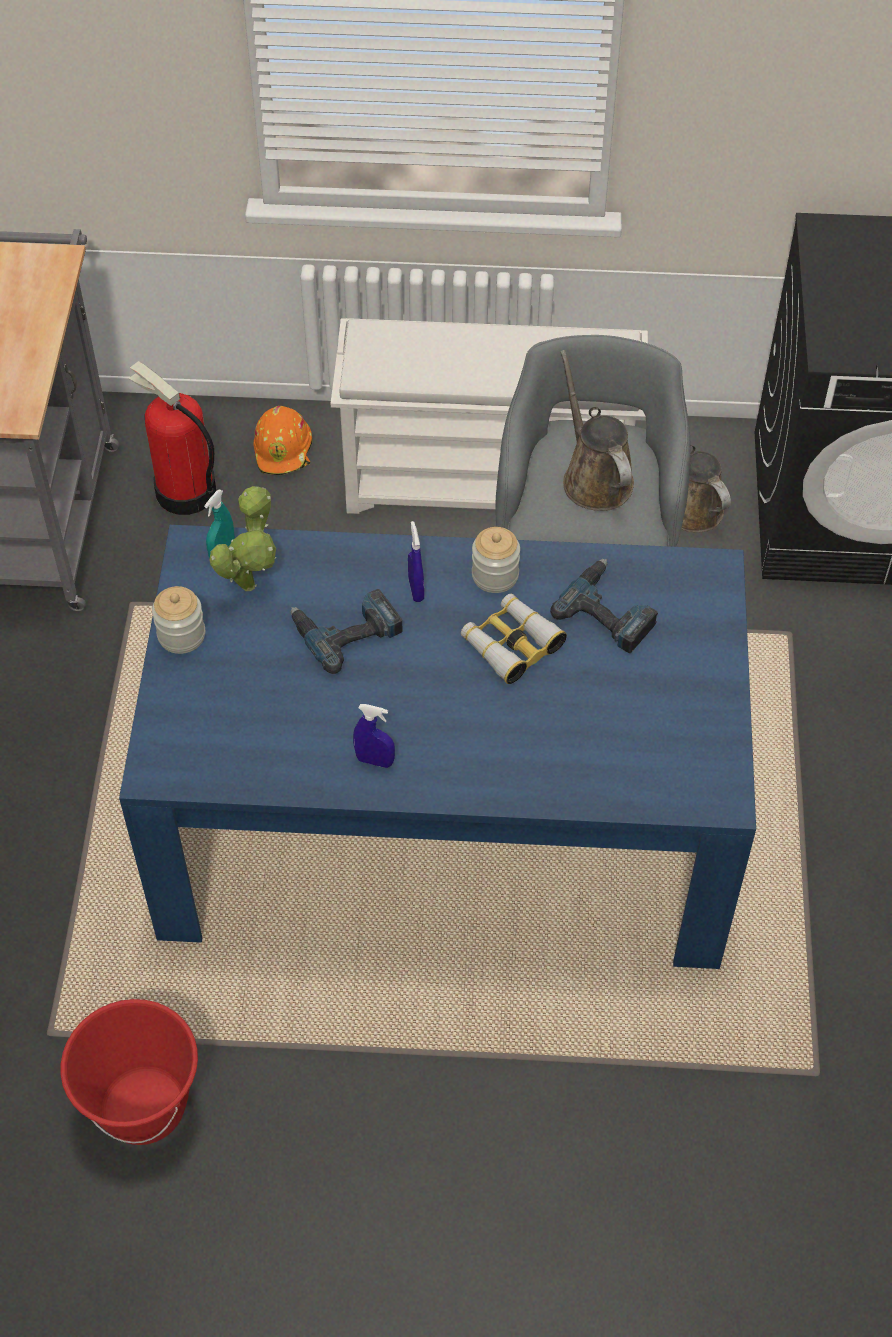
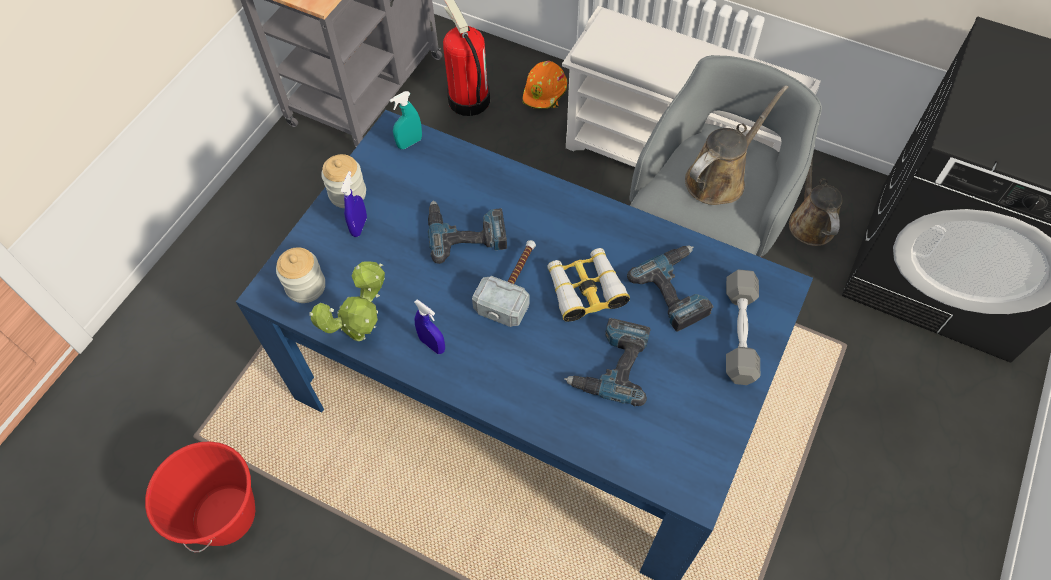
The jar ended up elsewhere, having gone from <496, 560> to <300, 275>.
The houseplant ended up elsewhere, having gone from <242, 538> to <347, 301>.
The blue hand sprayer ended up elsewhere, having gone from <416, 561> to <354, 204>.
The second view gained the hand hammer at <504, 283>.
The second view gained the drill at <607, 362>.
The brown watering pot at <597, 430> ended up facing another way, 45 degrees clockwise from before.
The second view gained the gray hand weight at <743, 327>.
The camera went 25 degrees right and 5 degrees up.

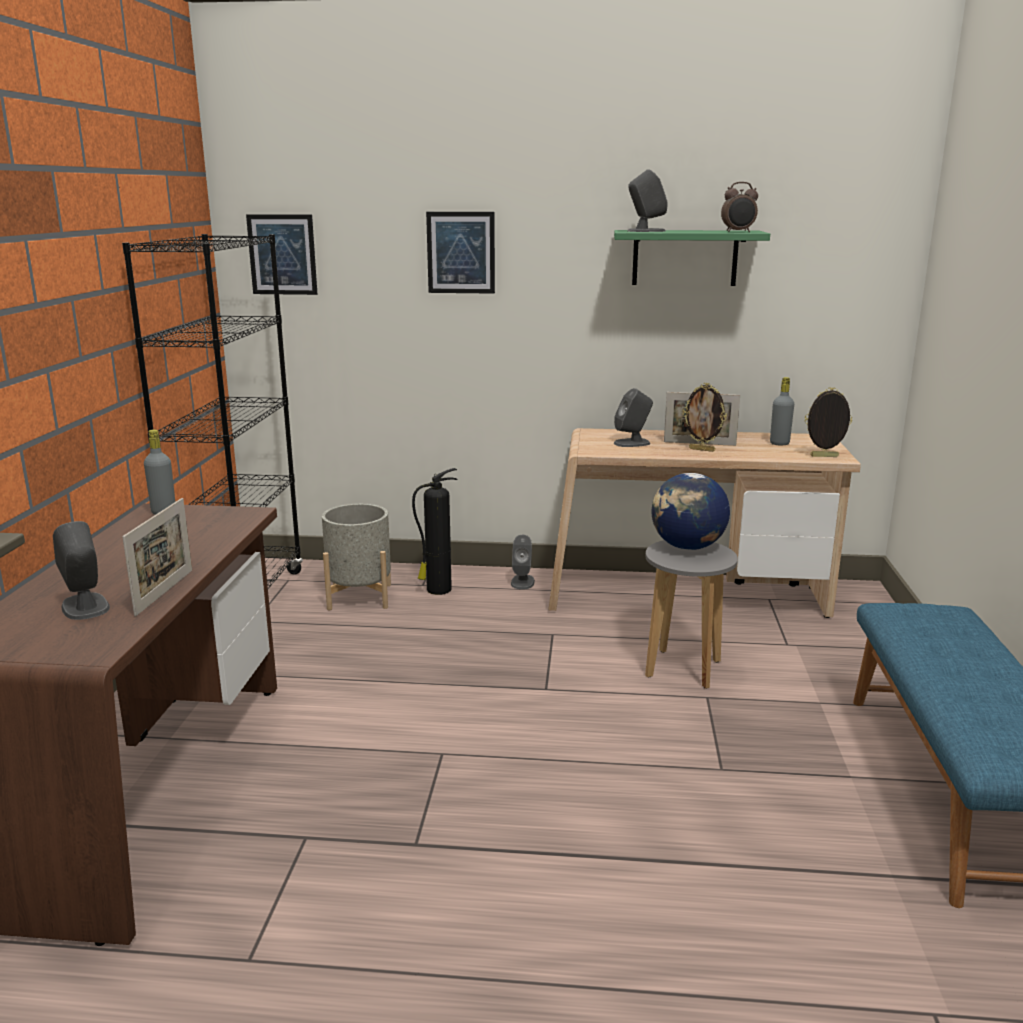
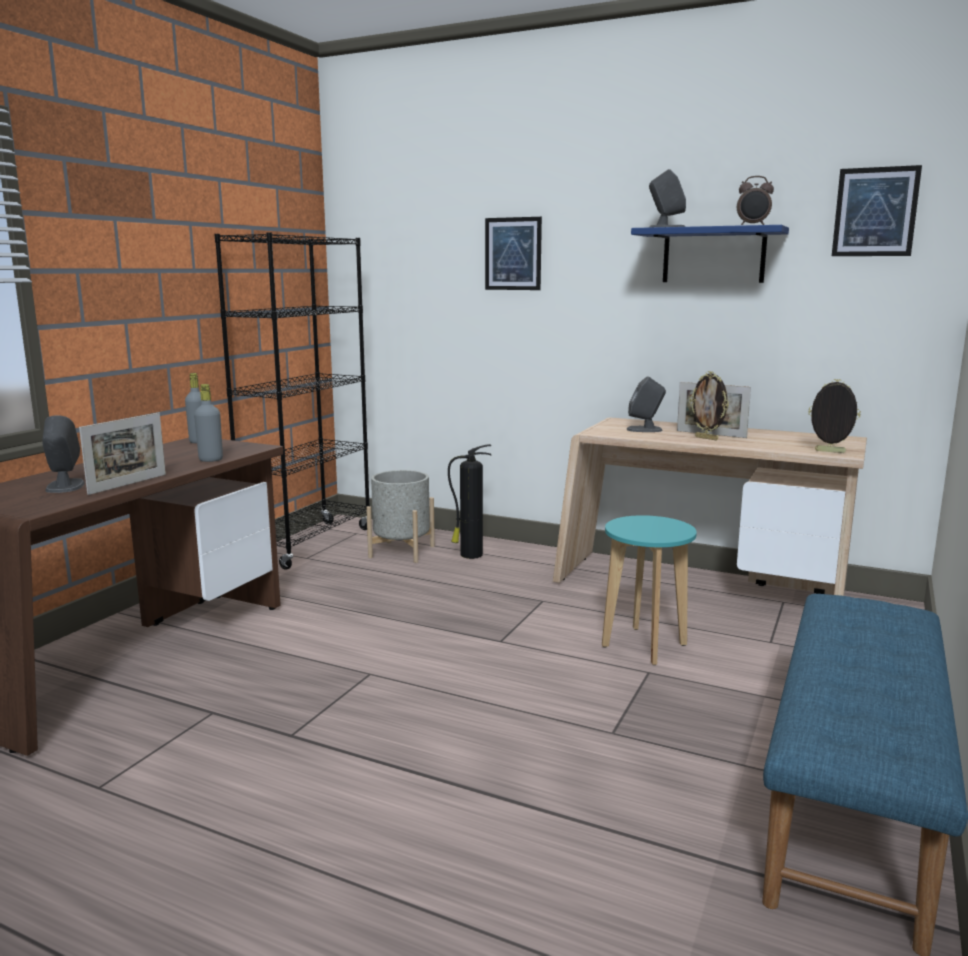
The gray drink bottle ended up elsewhere, having gone from <782, 411> to <208, 423>.
What was the gray stool at <691, 614> turned into the blue-green stool at <649, 590>.
What was the green-coloured bracket shelf at <692, 258> turned into the blue bracket shelf at <710, 254>.
The picture ended up elsewhere, having gone from <282, 254> to <877, 210>.
The second view lost the gray loudspeaker at <523, 562>.
The second view lost the world globe at <691, 511>.
The camera went 20 degrees right and 5 degrees down.

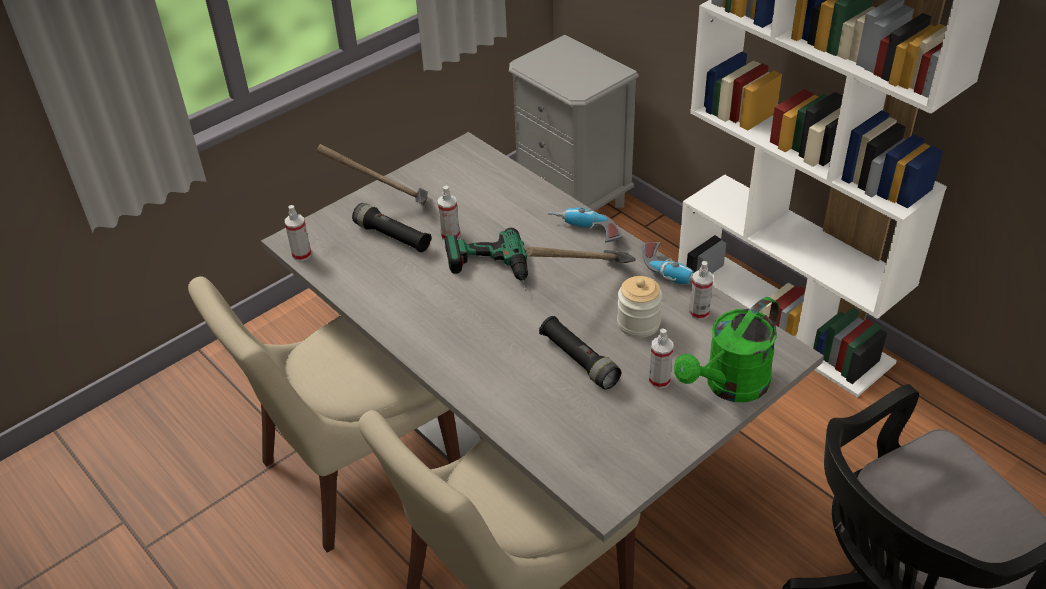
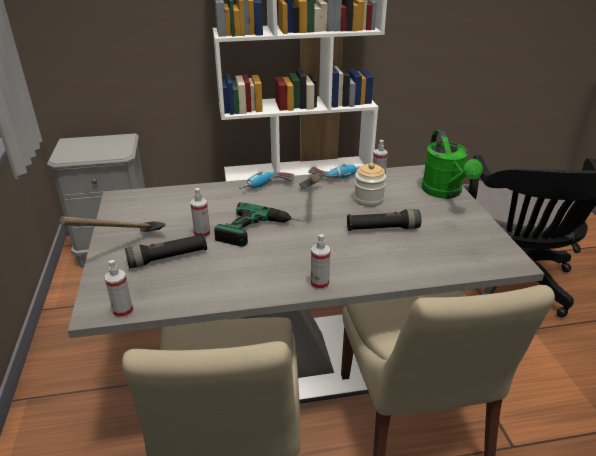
The hand sprayer ended up elsewhere, having gone from <661, 359> to <320, 262>.
The camera went 60 degrees left and 10 degrees down.

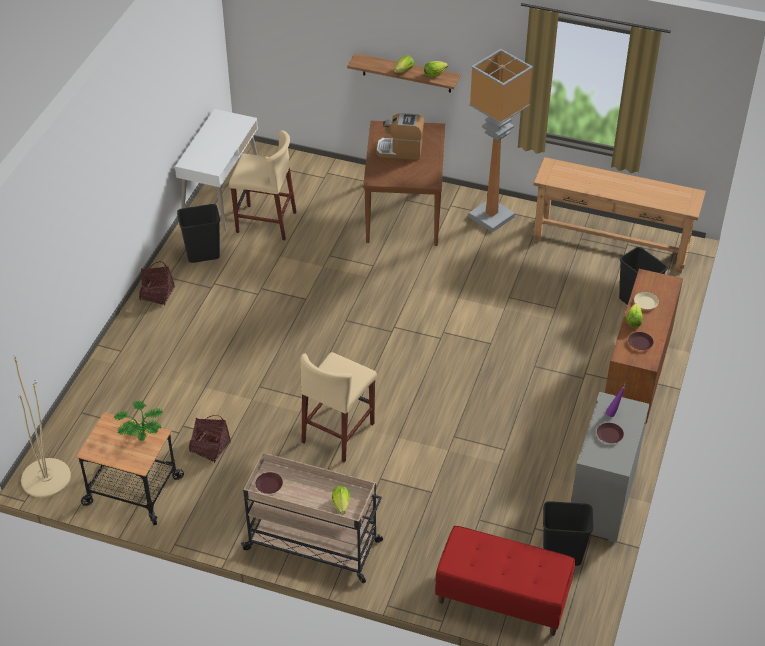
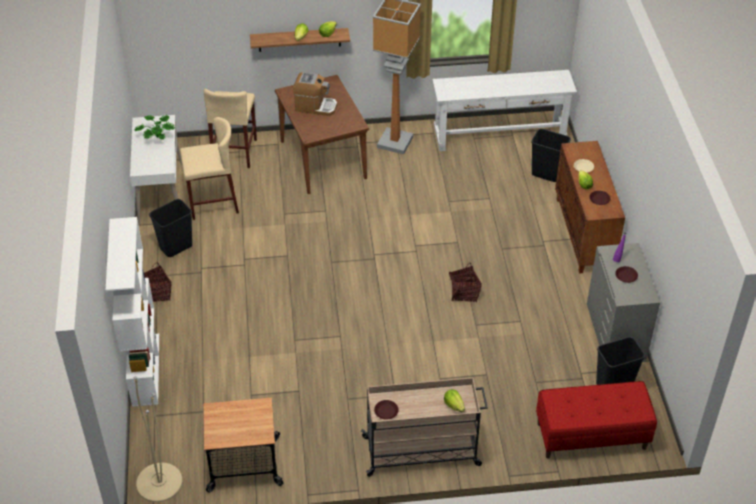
The second view gained the white-coloured bookcase at <132, 312>.
The houseplant ended up elsewhere, having gone from <139, 420> to <154, 127>.
The beige-coloured stool ended up elsewhere, having gone from <339, 407> to <230, 128>.
The coffee brewer at <400, 136> ended up facing another way, 150 degrees counterclockwise from before.
What was the brown hall table at <619, 215> turned into the white-coloured hall table at <504, 110>.
The storage basket ended up elsewhere, having gone from <209, 439> to <465, 282>.
The camera went 25 degrees left and 0 degrees up.

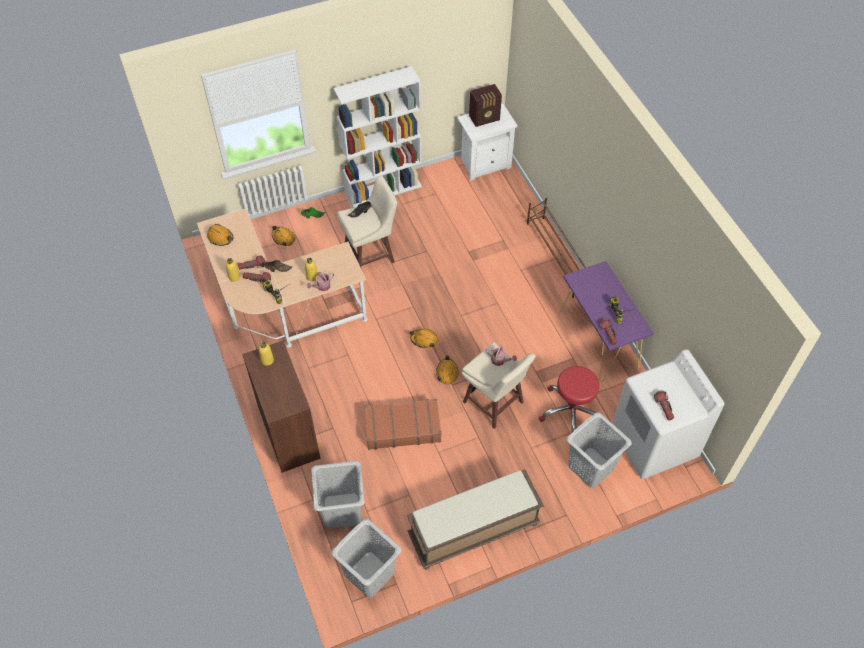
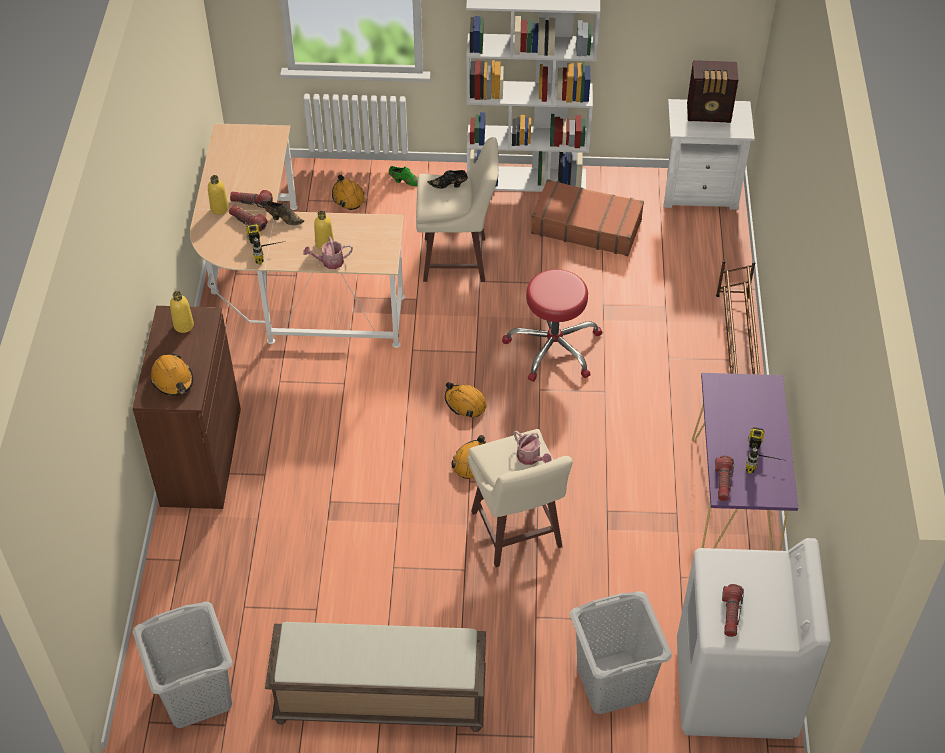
The orangey hard hat ended up elsewhere, having gone from <220, 235> to <172, 375>.
The reddish stool ended up elsewhere, having gone from <569, 399> to <552, 325>.
The brown suitcase ended up elsewhere, having gone from <402, 424> to <587, 217>.
The second view lost the gray hamper at <337, 495>.
The camera went 25 degrees right and 5 degrees down.

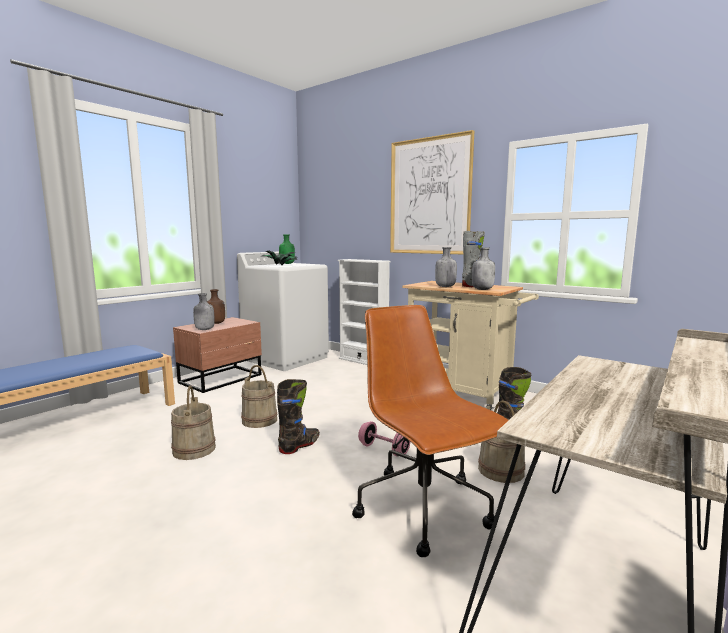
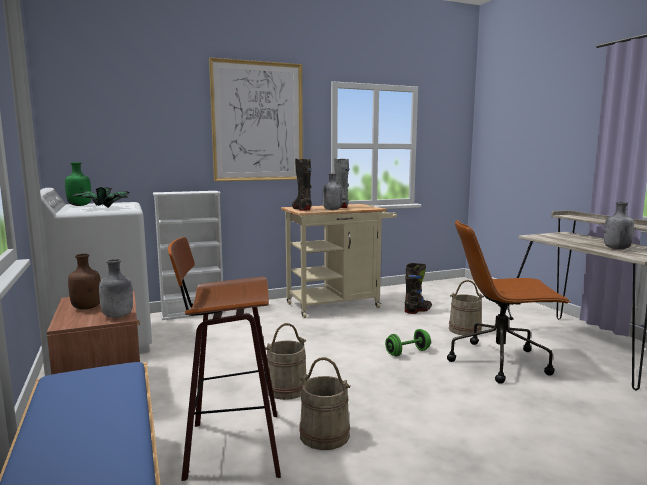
The second view gained the stool at <224, 359>.
The black tall boot ended up elsewhere, having gone from <298, 416> to <302, 184>.
What was the pink-coloured hand weight at <384, 439> turned into the green-coloured hand weight at <408, 343>.
The gray drink bottle ended up elsewhere, having gone from <483, 268> to <619, 226>.
The camera went 60 degrees left and 0 degrees up.

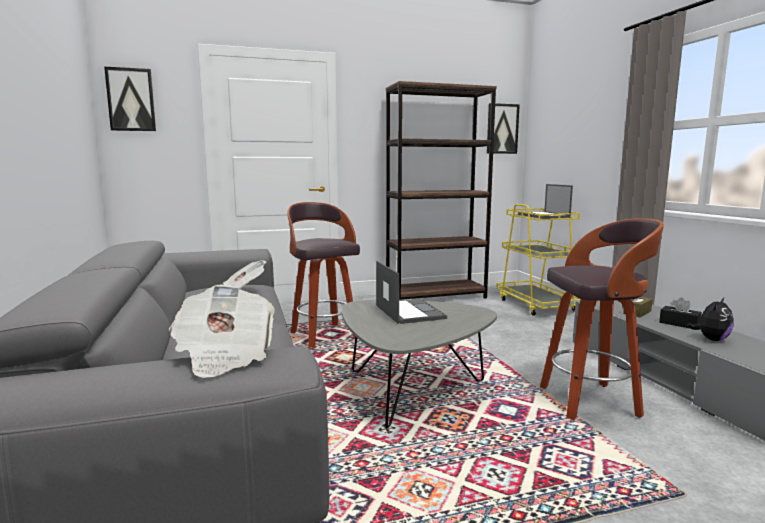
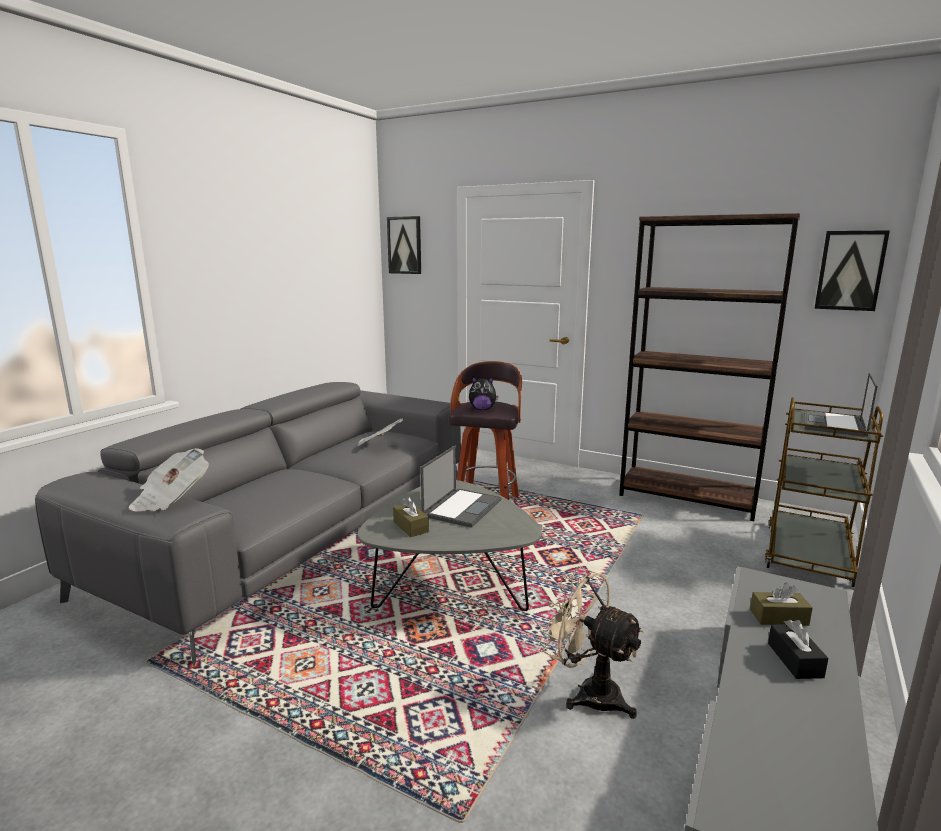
The second view gained the brown box of tissues at <411, 516>.
The cuddly toy ended up elsewhere, having gone from <710, 319> to <483, 393>.
Where the stool stood at <602, 319>, the beige-coloured cooling fan came to stand at <592, 642>.
What was the yellowish wheeled cart at <538, 260> turned into the brown wheeled cart at <824, 492>.
The camera went 45 degrees right and 5 degrees up.

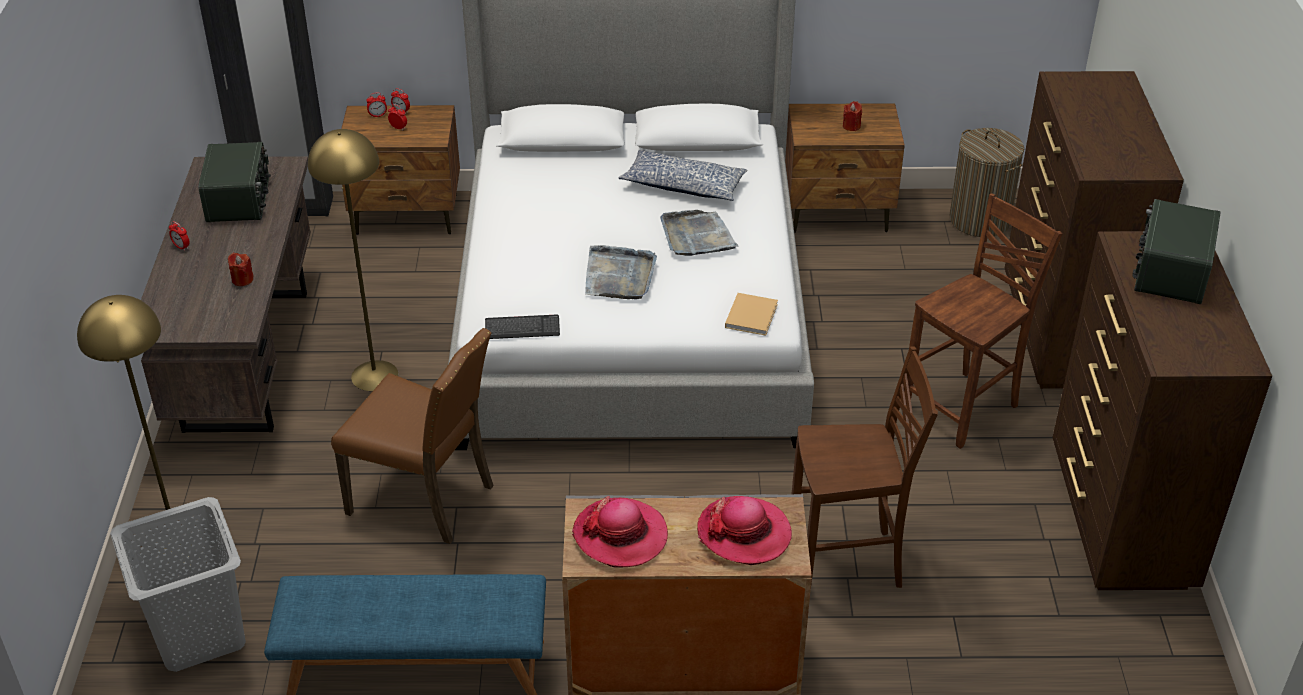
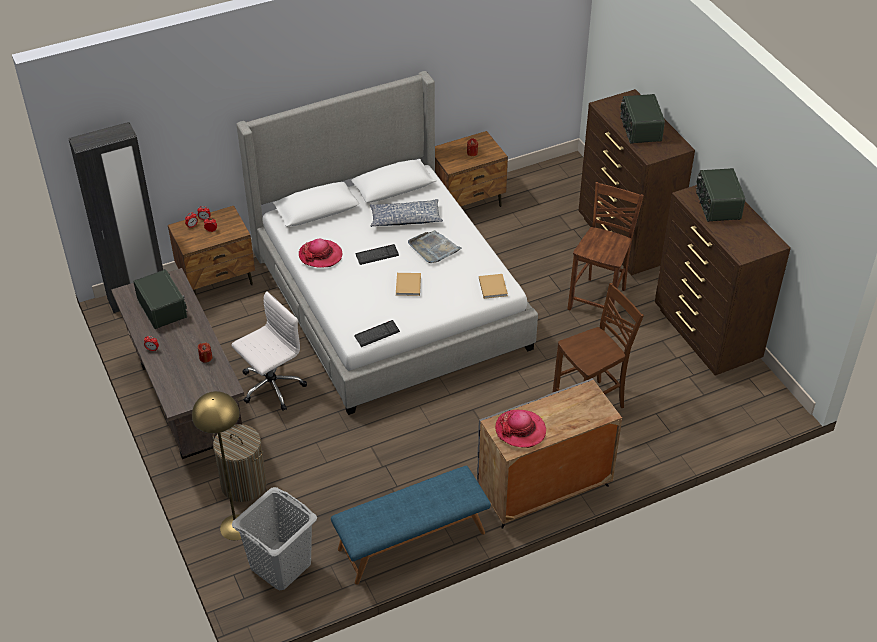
The hamper ended up elsewhere, having gone from <986, 182> to <239, 463>.
Where the yellowish floor lamp stood at <353, 260>, the white-coloured computer chair came to stand at <269, 351>.
The clothing hat ended up elsewhere, having gone from <744, 530> to <320, 253>.
The second view gained the computer keyboard at <377, 254>.
Where the gray tray stood at <621, 272>, the beige-coloured book came to stand at <408, 284>.
The second view gained the radio set at <642, 118>.
The second view lost the brown upright chair at <412, 436>.
The camera went 25 degrees left and 5 degrees up.

